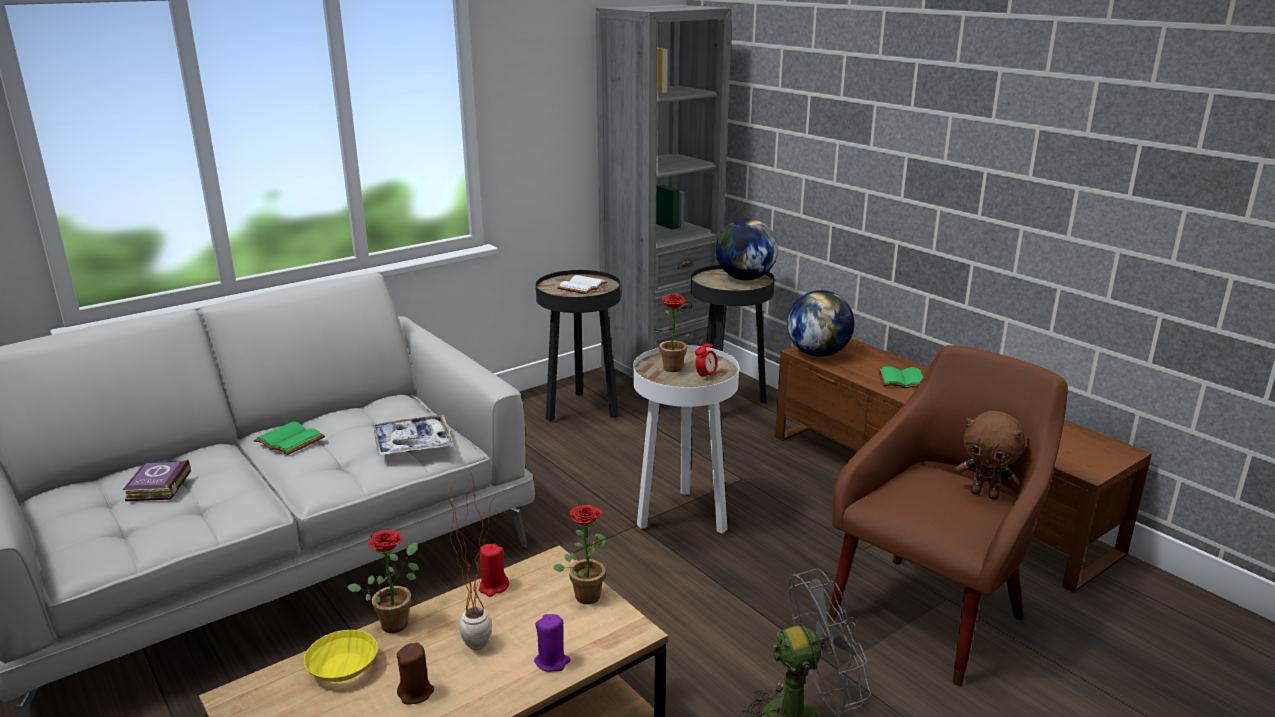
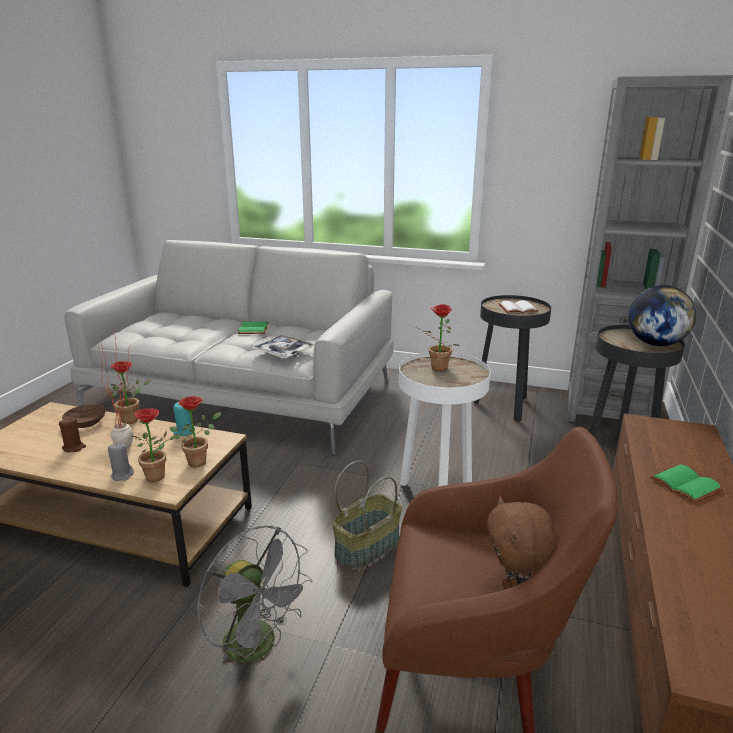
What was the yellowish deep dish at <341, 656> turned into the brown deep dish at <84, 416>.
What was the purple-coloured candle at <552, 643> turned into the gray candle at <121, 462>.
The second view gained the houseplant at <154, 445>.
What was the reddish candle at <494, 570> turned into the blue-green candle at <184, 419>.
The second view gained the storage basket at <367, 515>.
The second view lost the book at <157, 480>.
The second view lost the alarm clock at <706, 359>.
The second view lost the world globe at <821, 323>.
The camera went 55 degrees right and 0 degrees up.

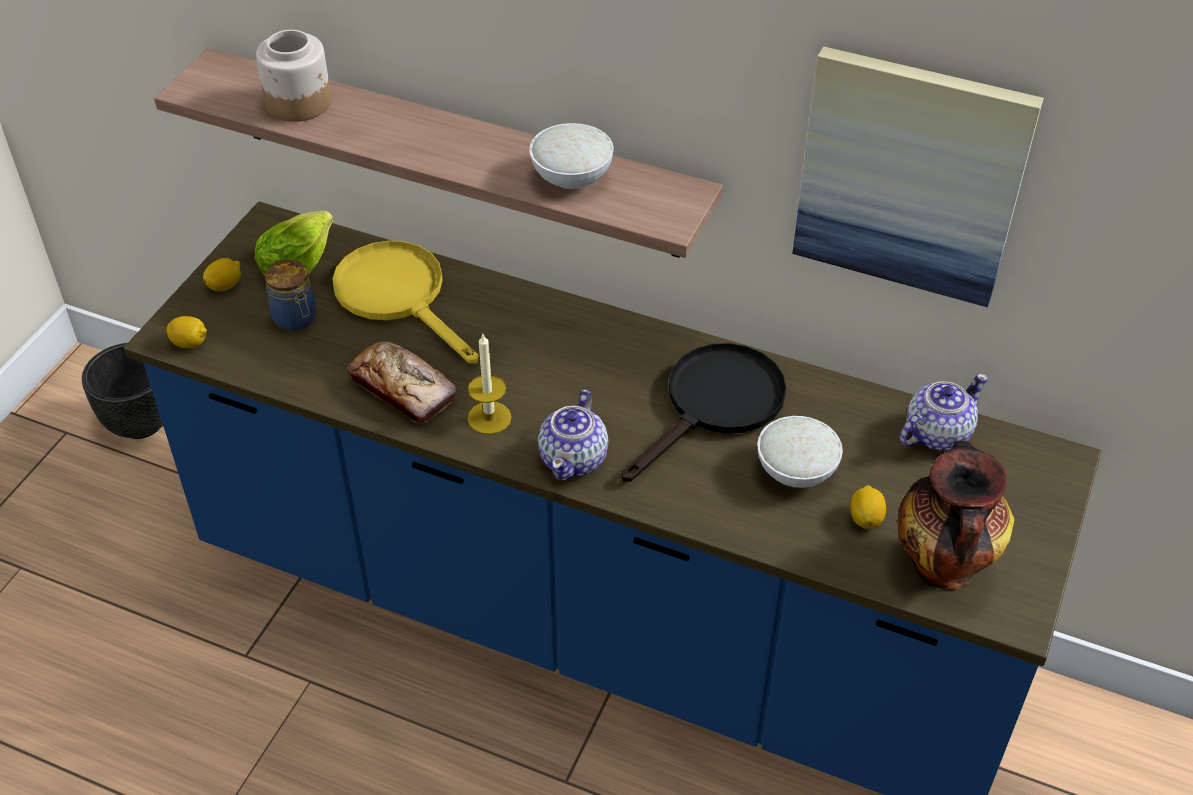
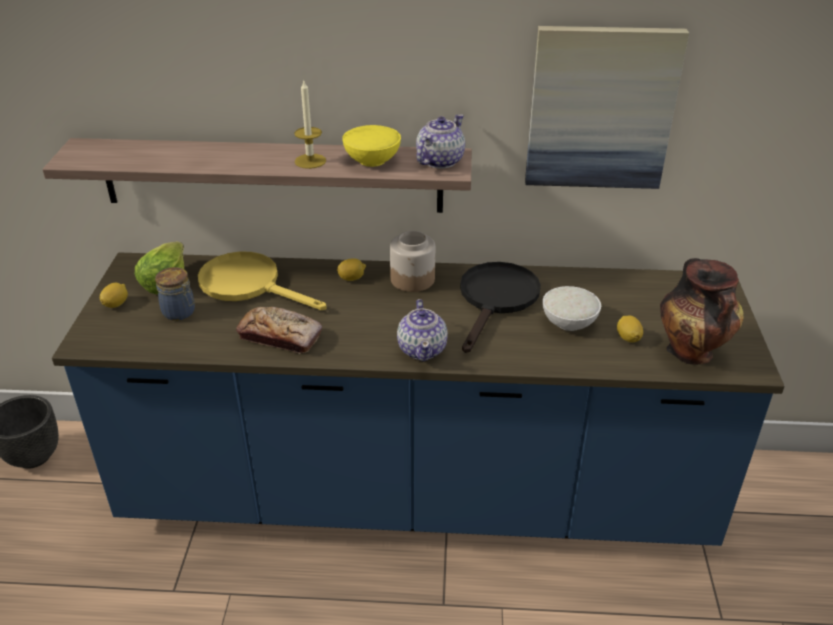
The candle ended up elsewhere, having gone from <489, 384> to <310, 124>.
The whole lemon ended up elsewhere, having gone from <186, 332> to <351, 269>.
What was the white-coloured deep dish at <571, 156> turned into the yellowish deep dish at <371, 146>.
The jar ended up elsewhere, having gone from <293, 76> to <412, 261>.
The teapot ended up elsewhere, having gone from <944, 412> to <440, 141>.
The camera went 20 degrees left and 10 degrees down.

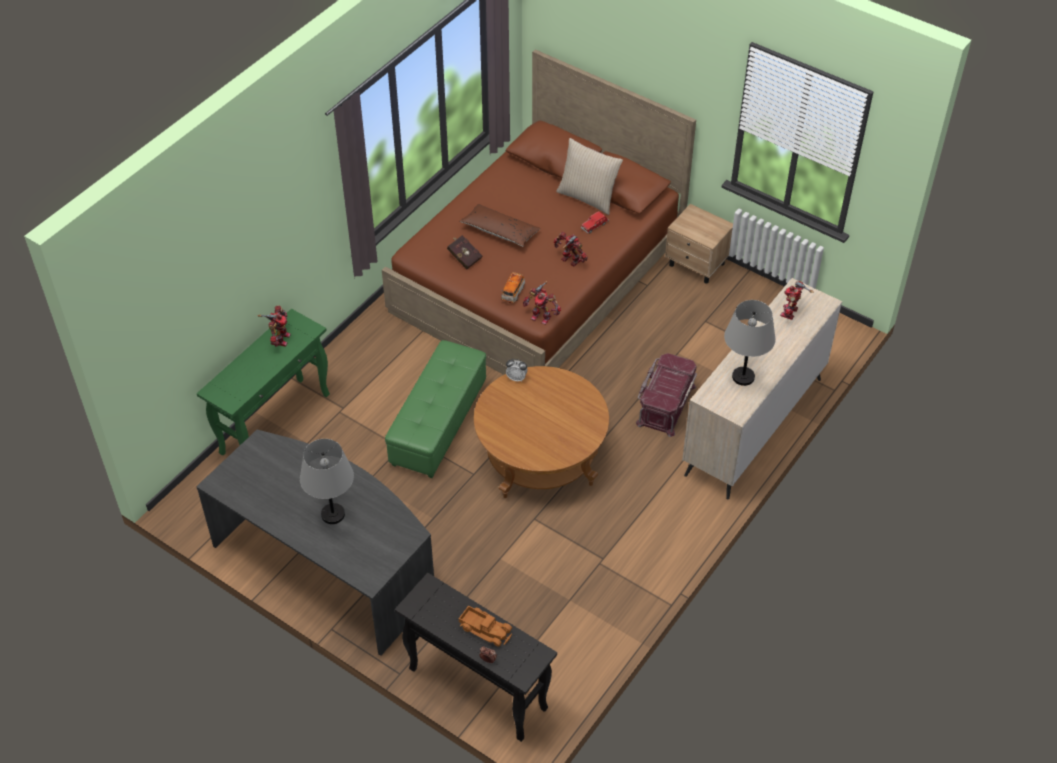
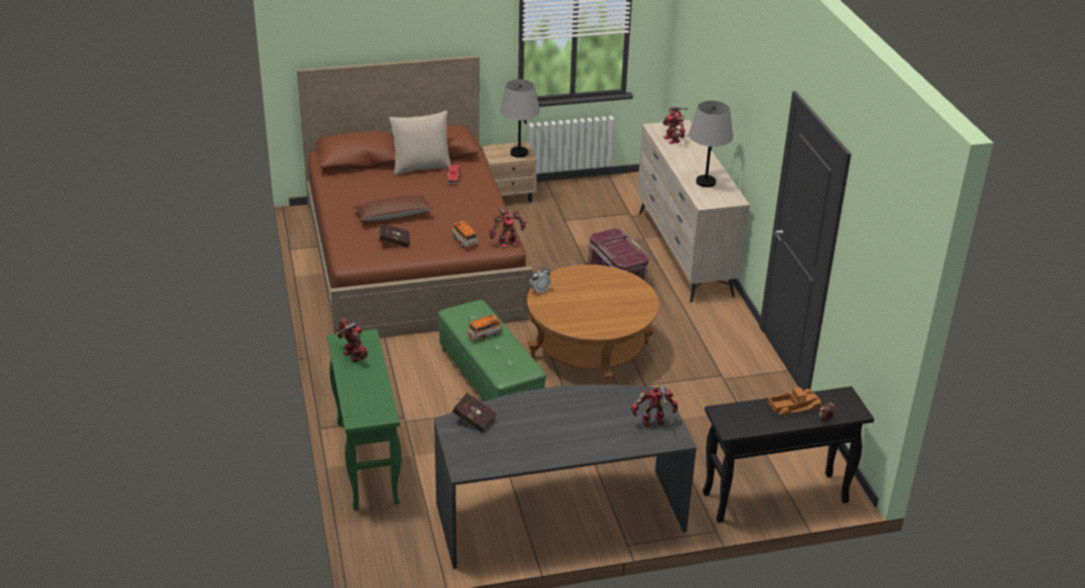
The second view gained the reddish book at <474, 413>.
The second view gained the model car at <485, 327>.
The gray tabletop lamp ended up elsewhere, having gone from <327, 481> to <520, 118>.
The robot figure ended up elsewhere, having gone from <571, 249> to <654, 406>.
The camera went 50 degrees left and 15 degrees down.

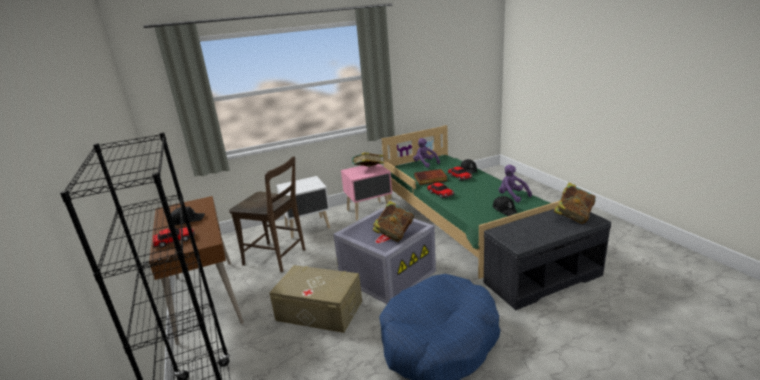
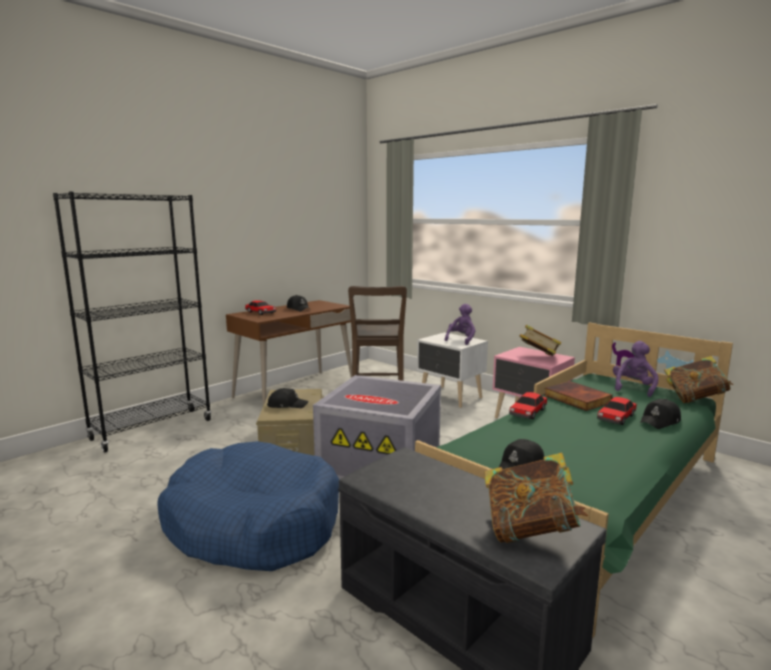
The second view gained the black baseball cap at <288, 398>.
The purple-coloured cuddly toy ended up elsewhere, having gone from <515, 184> to <460, 324>.
The book ended up elsewhere, having gone from <393, 221> to <699, 379>.
The camera went 65 degrees right and 10 degrees down.

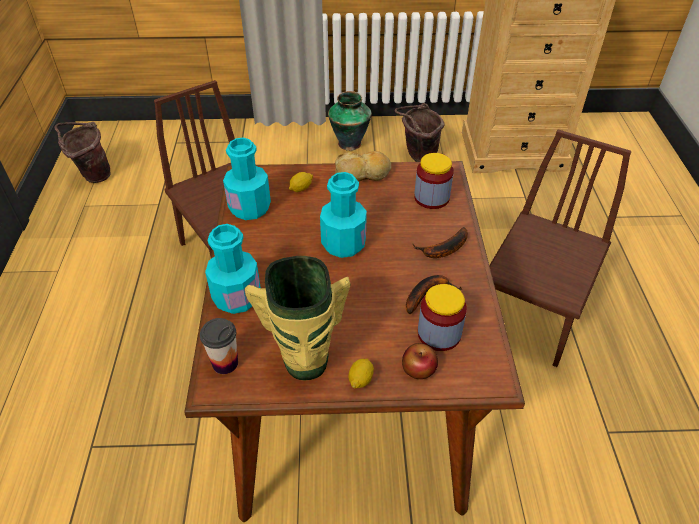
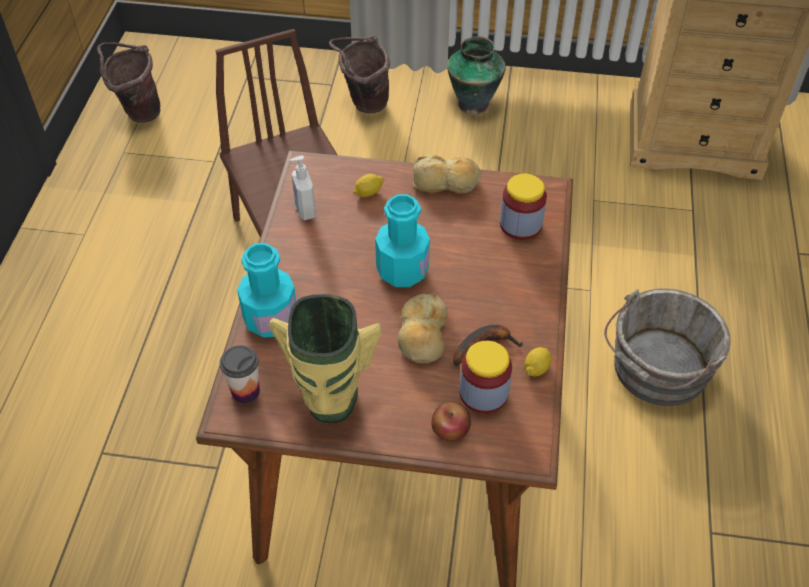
Where the blue-green drink bottle stood at <247, 178>, the soap bottle came to stand at <303, 188>.
The brown bucket ended up elsewhere, having gone from <419, 132> to <359, 74>.
The second view gained the baked bread at <423, 328>.
The whole lemon ended up elsewhere, having gone from <361, 373> to <538, 361>.
Where the brown upright chair stood at <560, 248>, the gray bucket came to stand at <667, 347>.
The second view lost the whole banana at <440, 242>.
The camera went 10 degrees right and 5 degrees up.

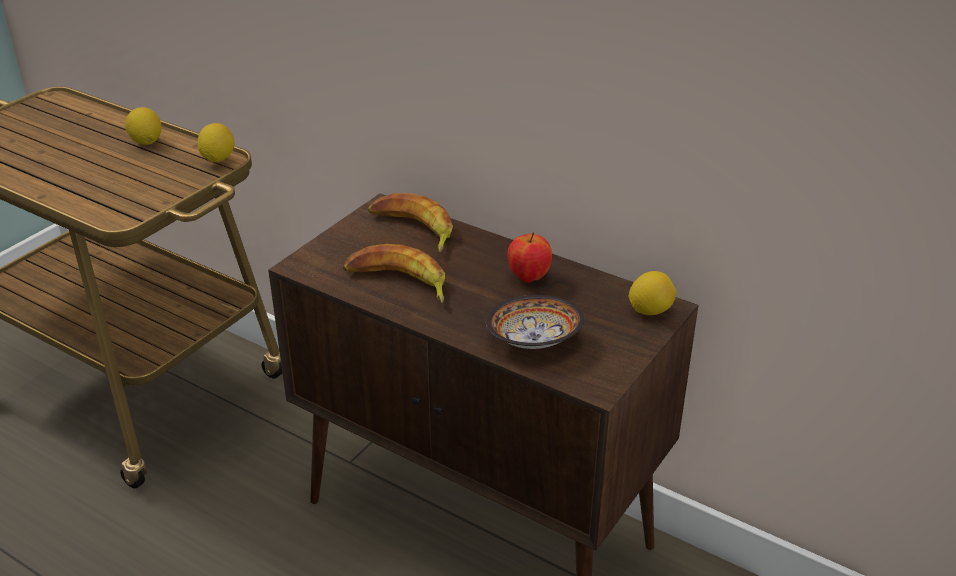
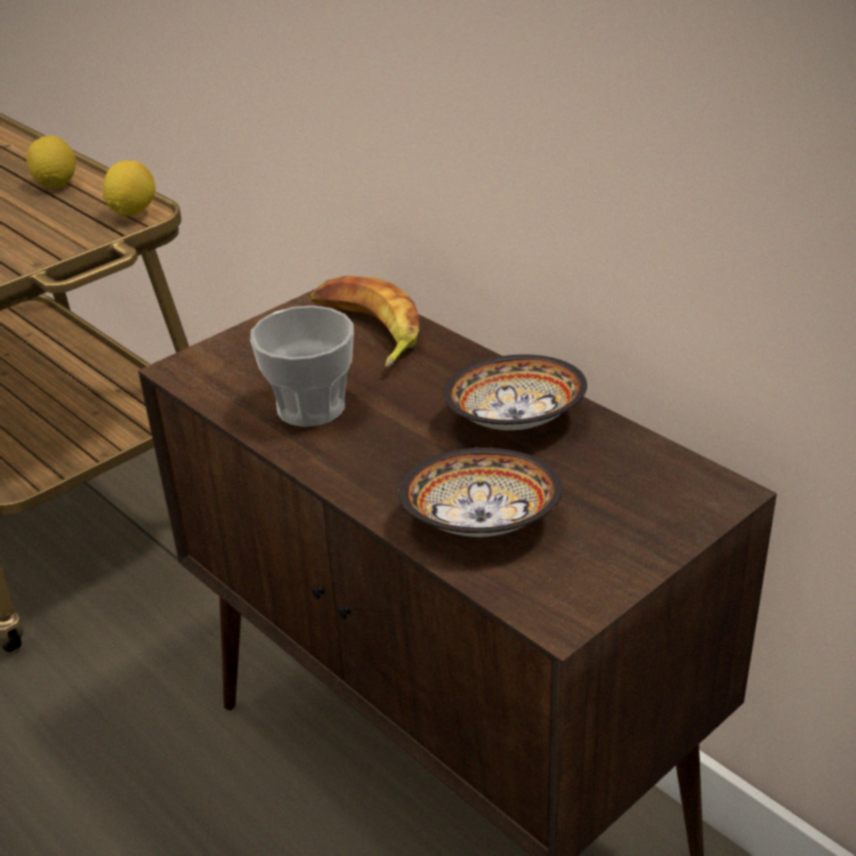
Where the whole banana stood at <394, 273>, the cup came to stand at <302, 366>.
Where the apple fruit stood at <530, 258>, the deep dish came to stand at <515, 392>.
The second view lost the whole lemon at <652, 293>.
The camera went 15 degrees right and 0 degrees up.

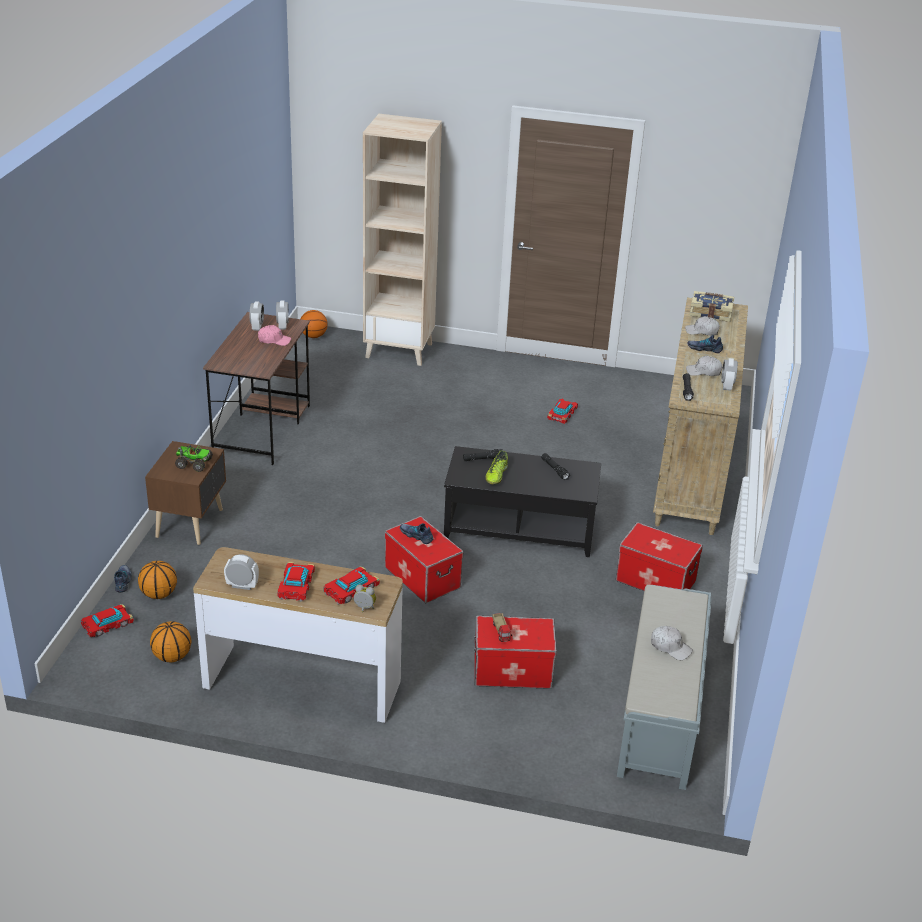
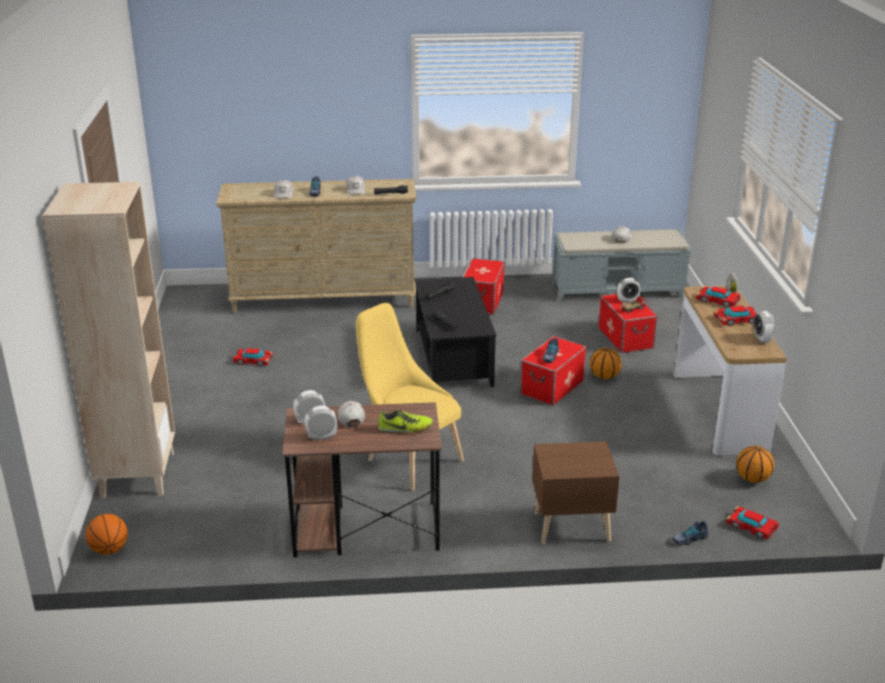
What was the pink-coloured baseball cap at <274, 335> turned into the white-coloured baseball cap at <351, 414>.
The second view gained the yellowish upright chair at <410, 396>.
The shoe ended up elsewhere, having gone from <497, 467> to <405, 421>.
The basketball ended up elsewhere, having gone from <157, 580> to <605, 363>.
The alarm clock ended up elsewhere, having gone from <729, 374> to <629, 290>.
The second view lost the toy truck at <194, 458>.
The second view lost the book at <711, 306>.
The camera went 105 degrees left and 5 degrees down.

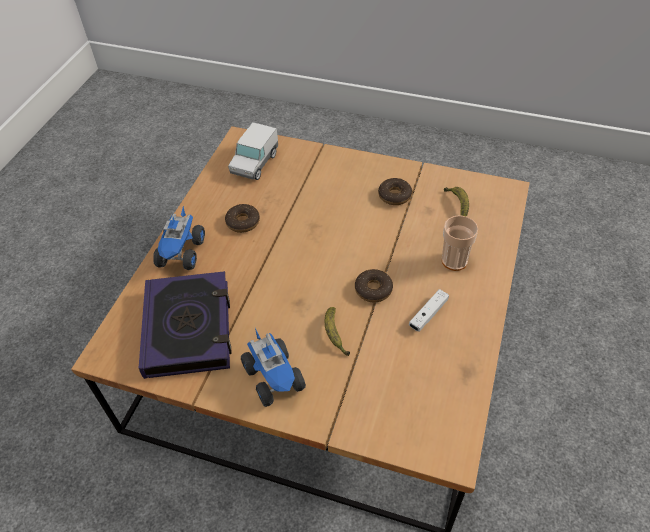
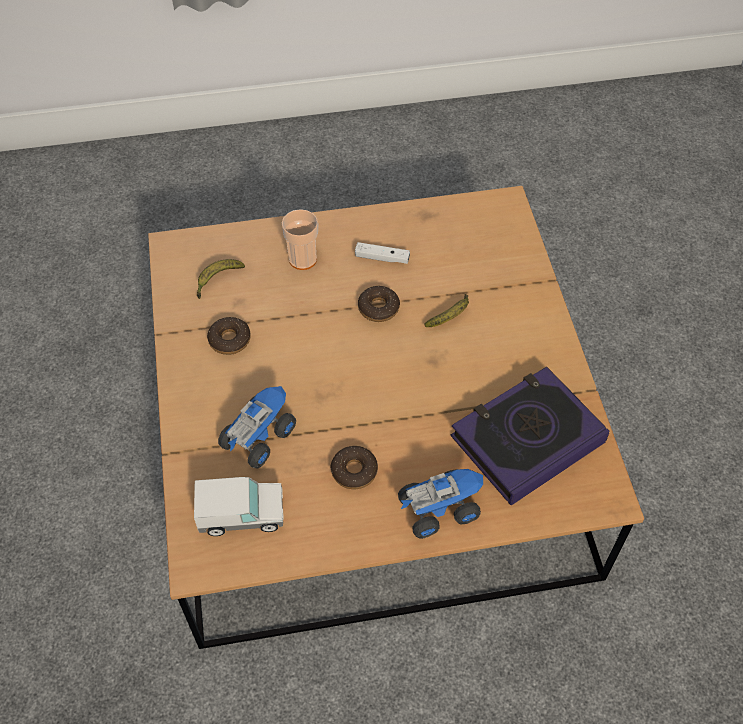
The toy truck ended up elsewhere, having gone from <273, 367> to <257, 427>.
The camera went 120 degrees left and 5 degrees up.

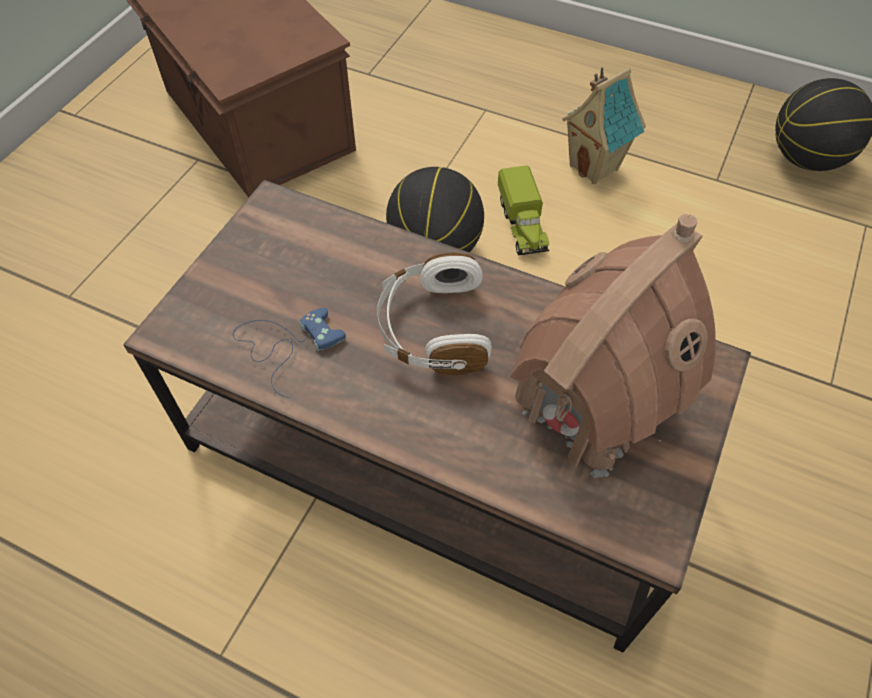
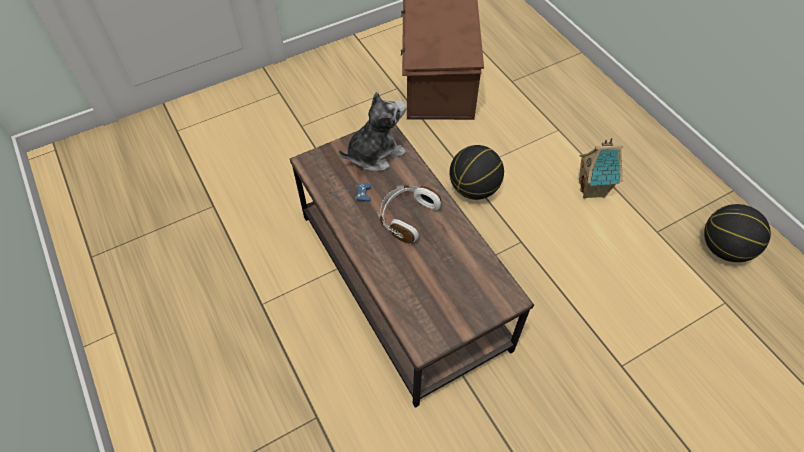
The second view gained the cuddly toy at <372, 132>.
The second view lost the toy truck at <523, 210>.
The second view lost the model house at <612, 346>.
The camera went 35 degrees right and 0 degrees up.

